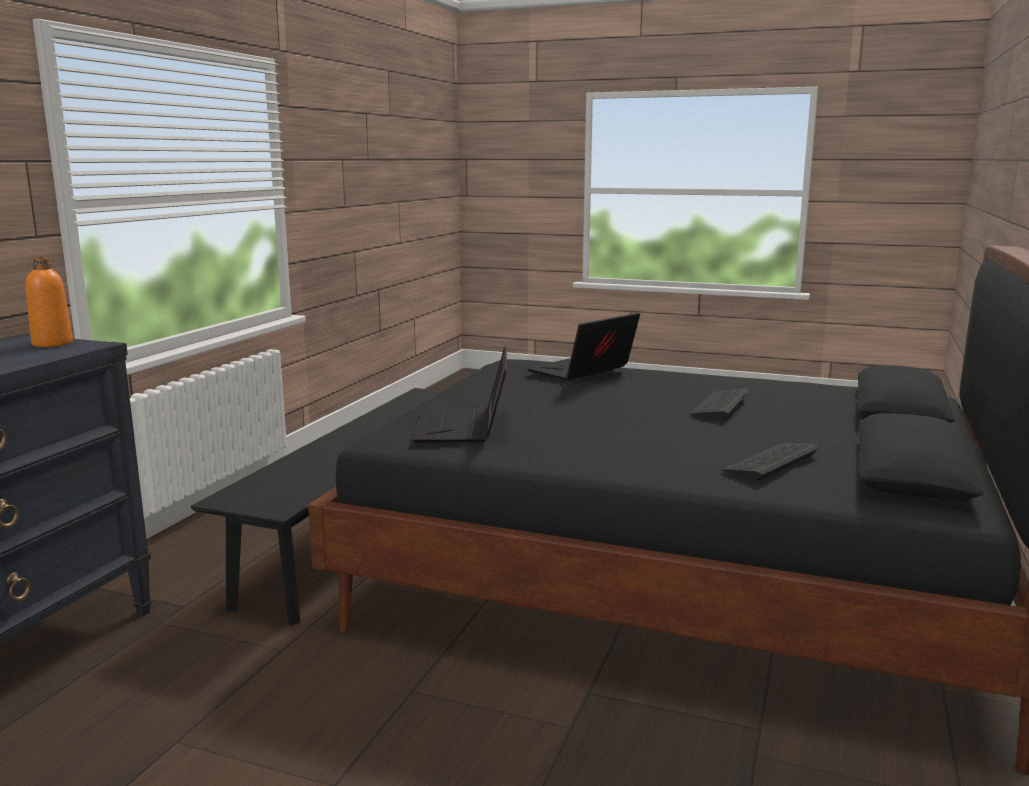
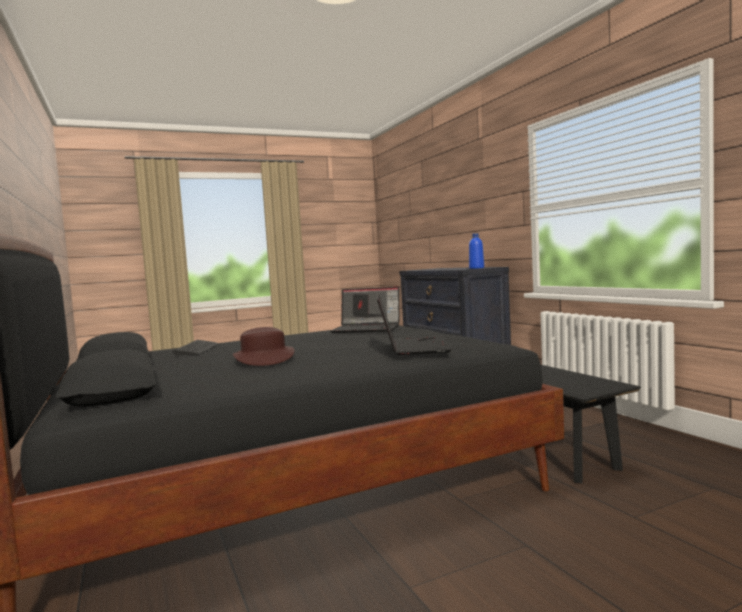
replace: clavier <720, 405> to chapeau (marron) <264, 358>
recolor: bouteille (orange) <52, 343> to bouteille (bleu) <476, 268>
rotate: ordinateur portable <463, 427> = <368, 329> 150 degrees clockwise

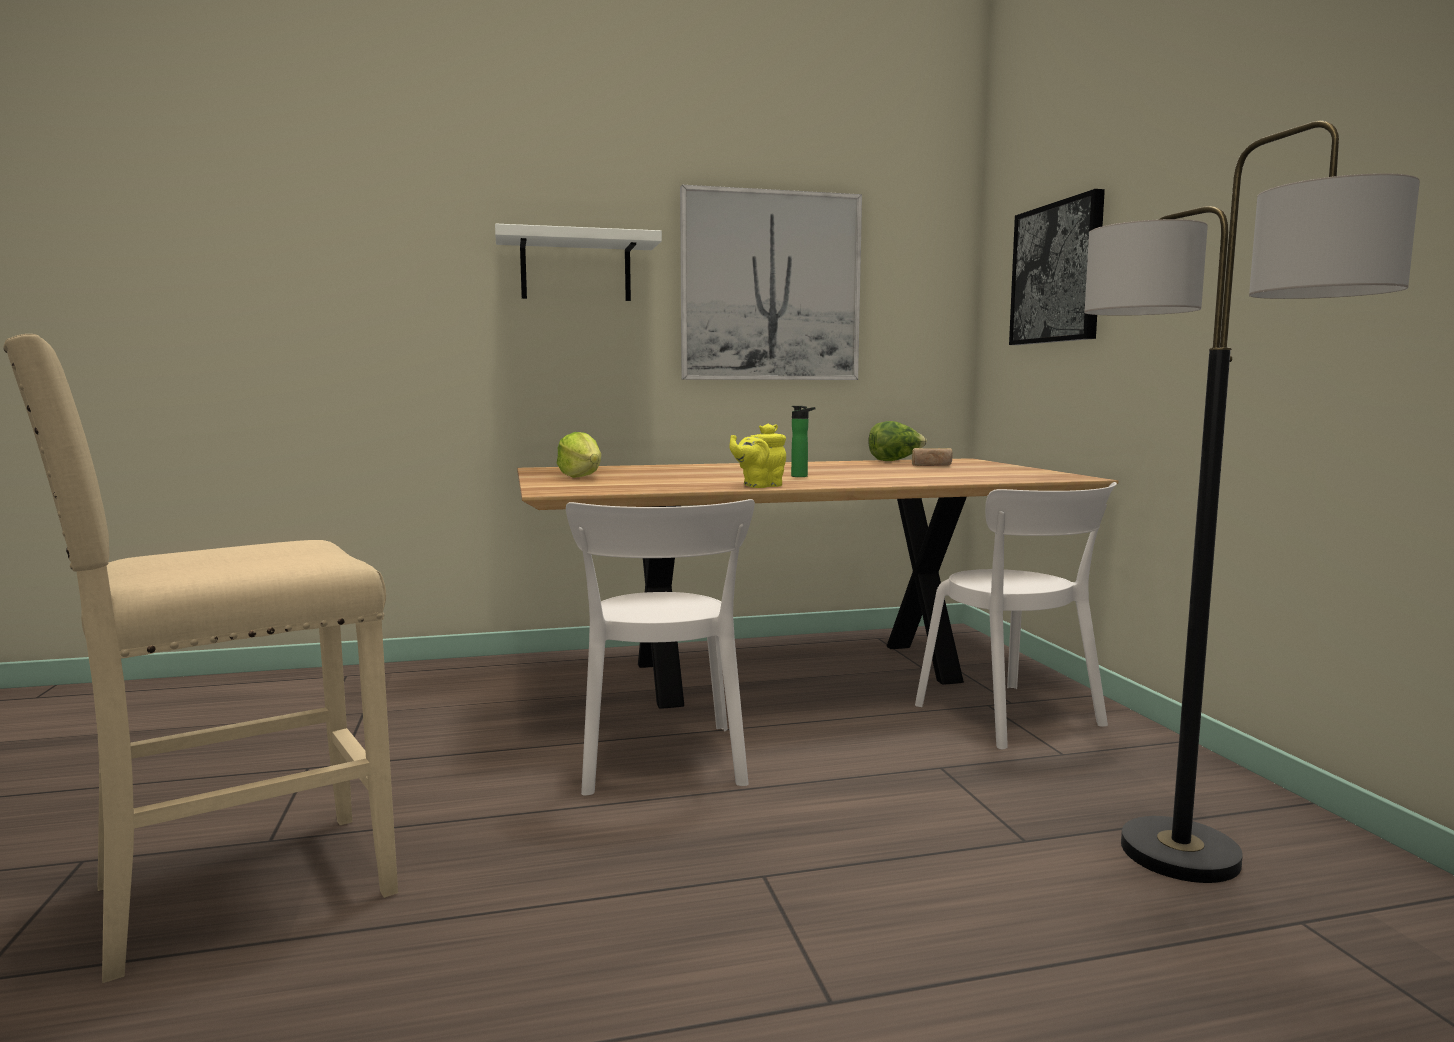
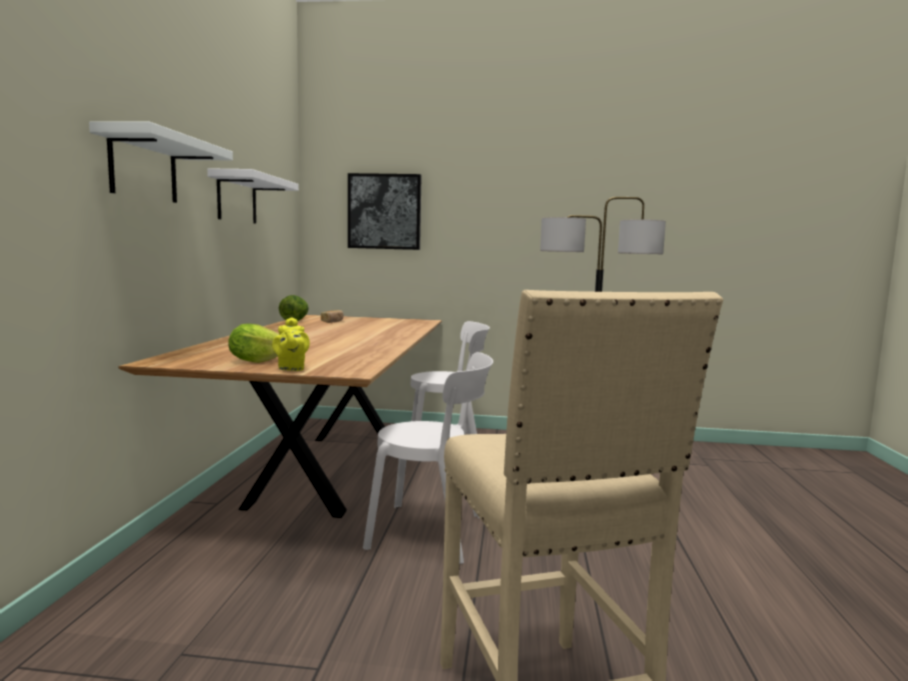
delete: bouteille <802, 476>
move: théière (jaune) <759, 486> to <291, 368>
replace: tableau <770, 287> to étagère (blanc) <237, 199>

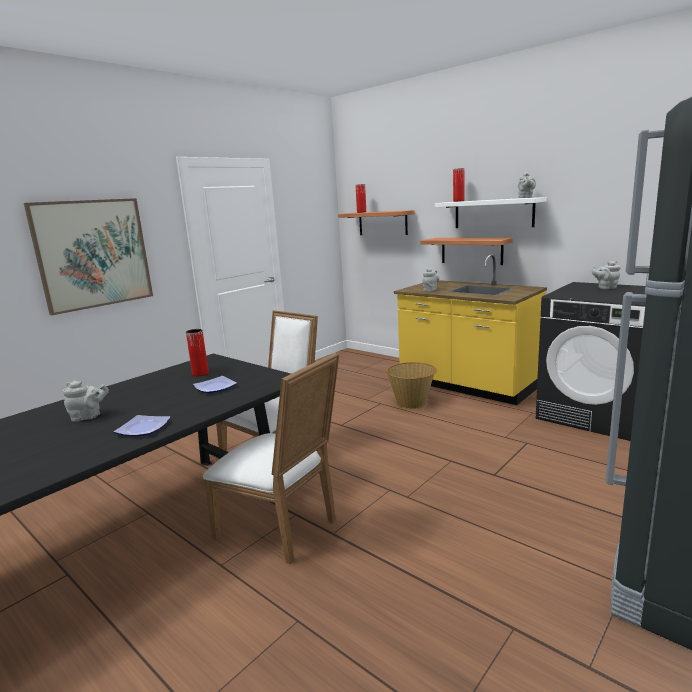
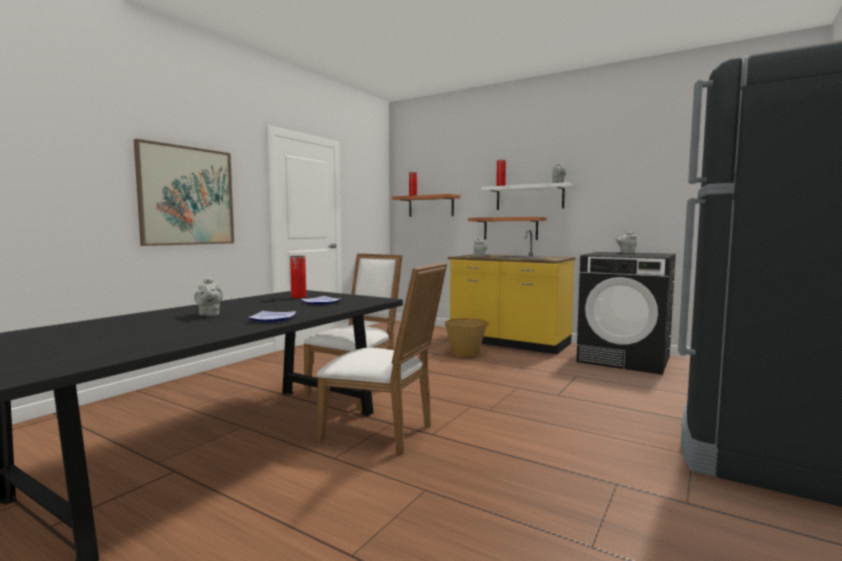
rotate: théière (gris) <88, 417> = <209, 314> 90 degrees clockwise

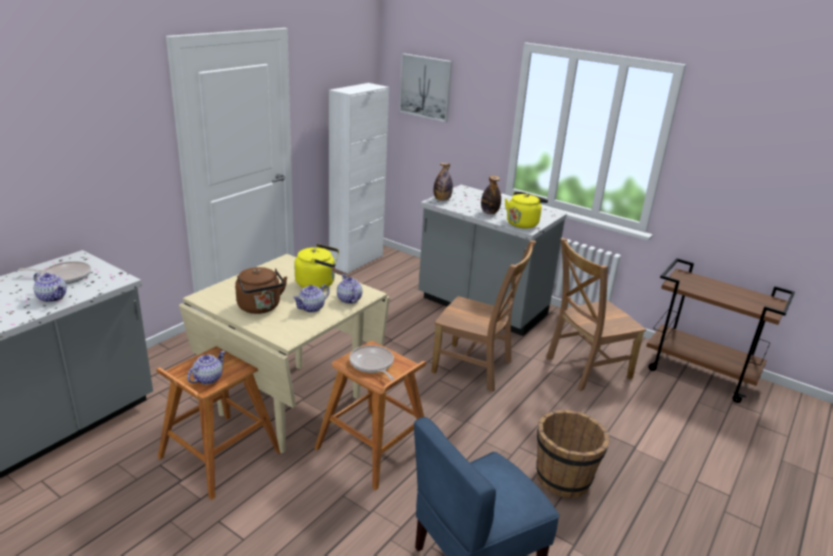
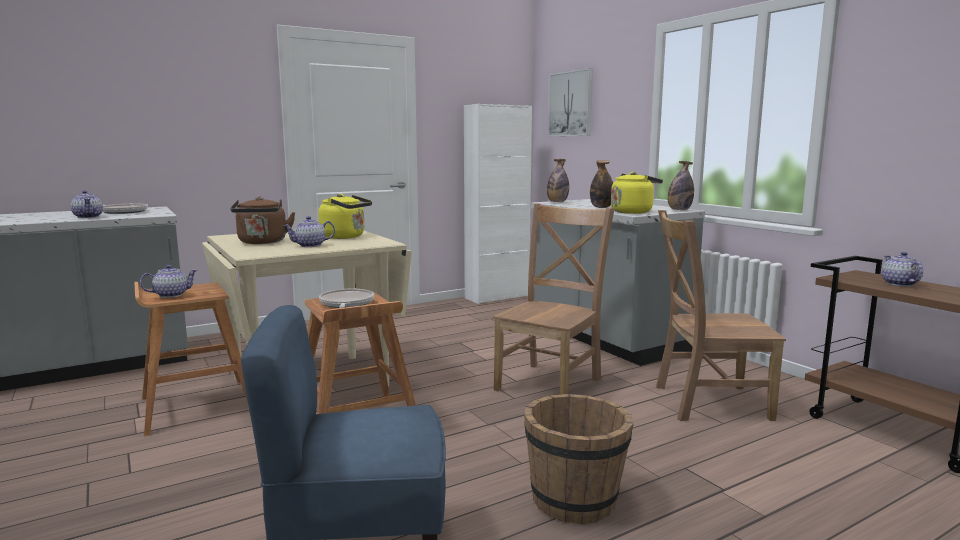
insert: bouteille <679, 210>
move: théière <348, 299> to <899, 284>
rotate: chaise (marron) <475, 368> = <550, 383> 105 degrees counterclockwise

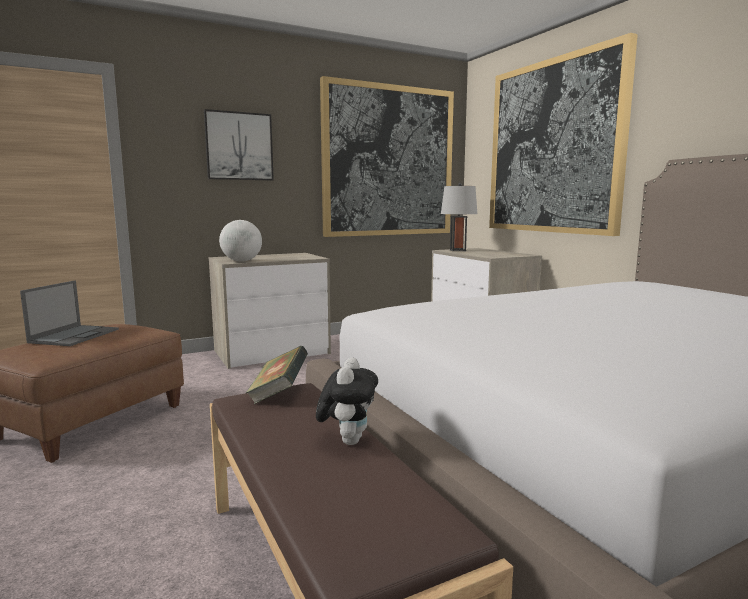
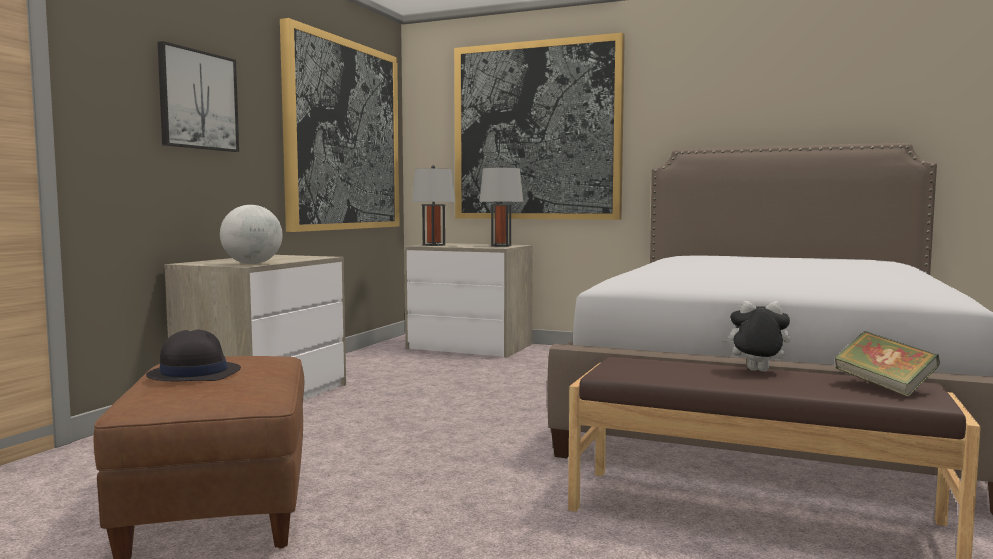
insert: lampe de table (gris) <501, 246>
move: livre <279, 394> to <884, 387>
replace: ordinateur portable <75, 335> to chapeau (noir) <194, 373>
rotate: peluche <348, 440> = <756, 371> 45 degrees counterclockwise

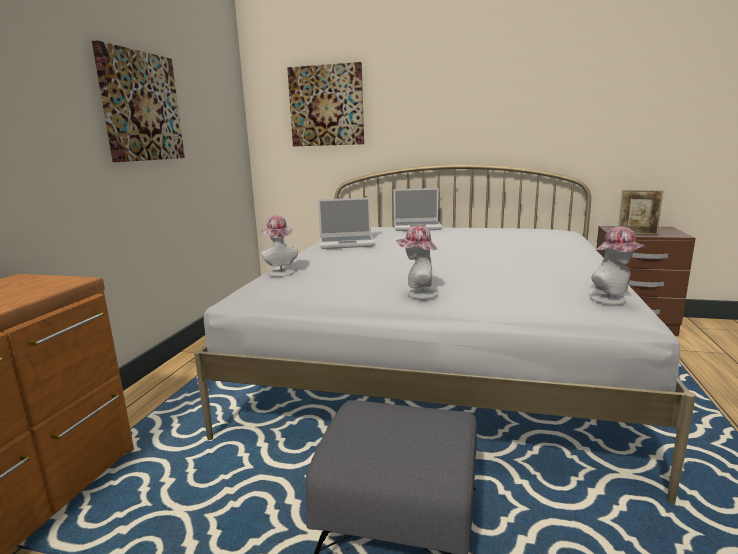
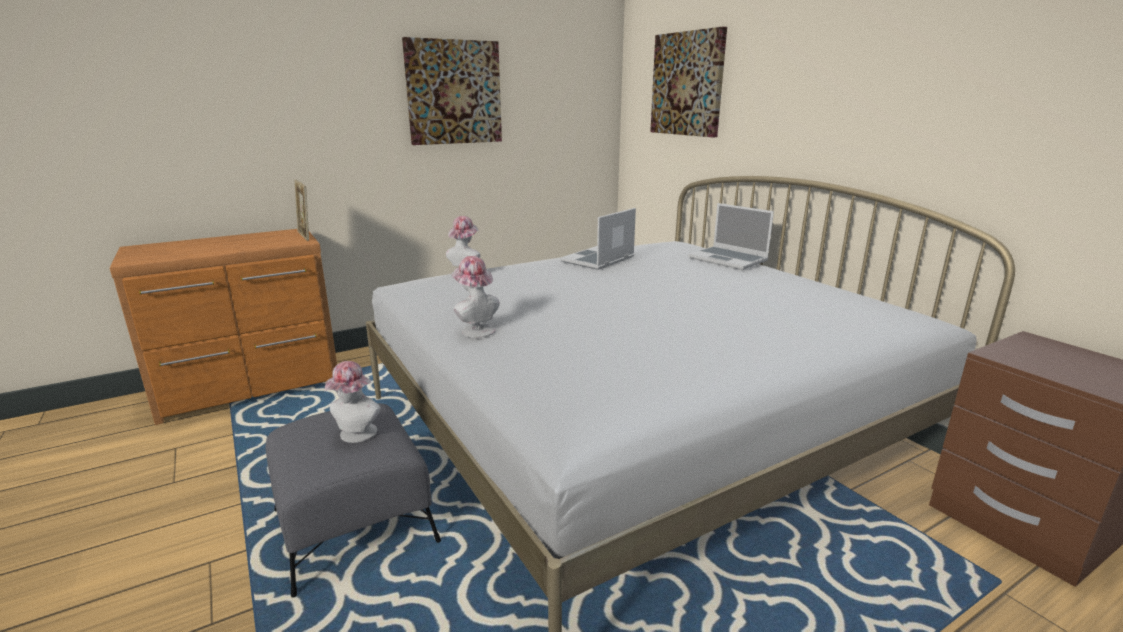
move: cadre photo <637, 234> to <305, 236>; chapeau <612, 300> to <356, 435>
rotate: ordinateur portable <347, 243> = <598, 260> 90 degrees clockwise

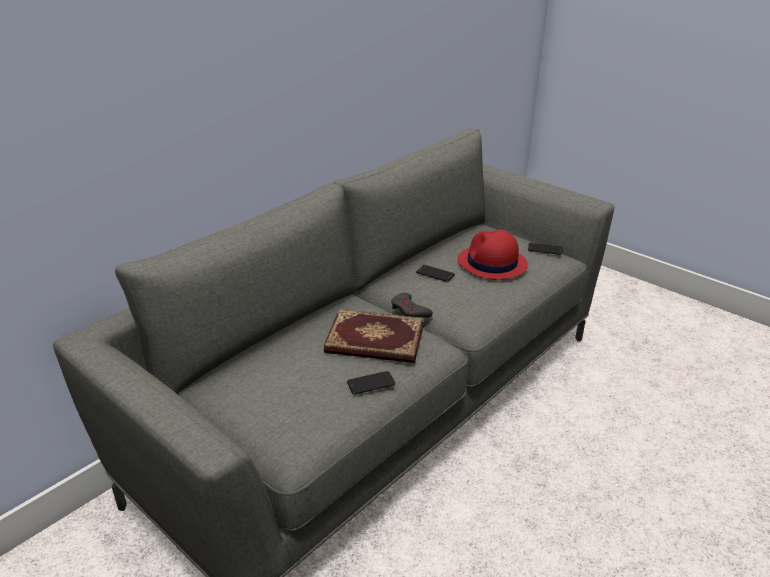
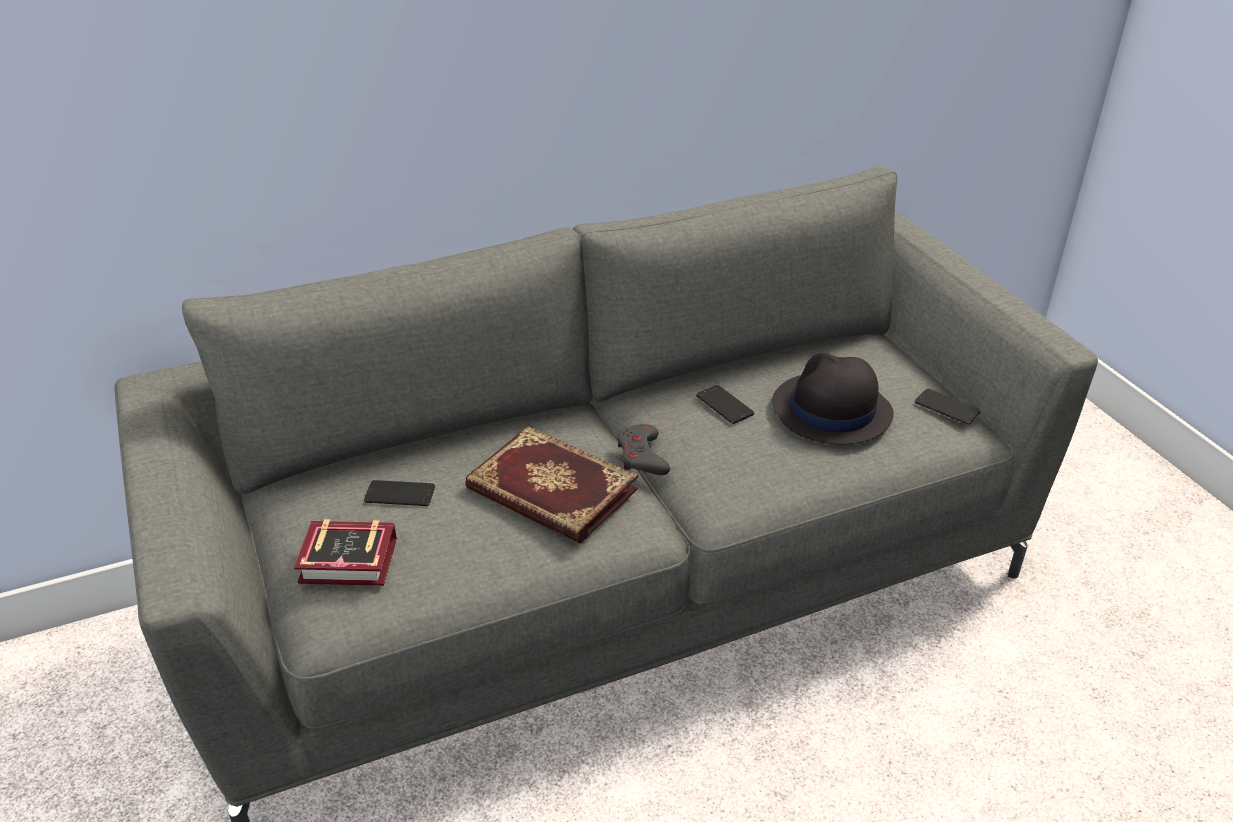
insert: livre <352, 563>
move: téléphone <371, 383> to <400, 494>
recolor: chapeau (rouge) <491, 263> to chapeau (noir) <830, 410>

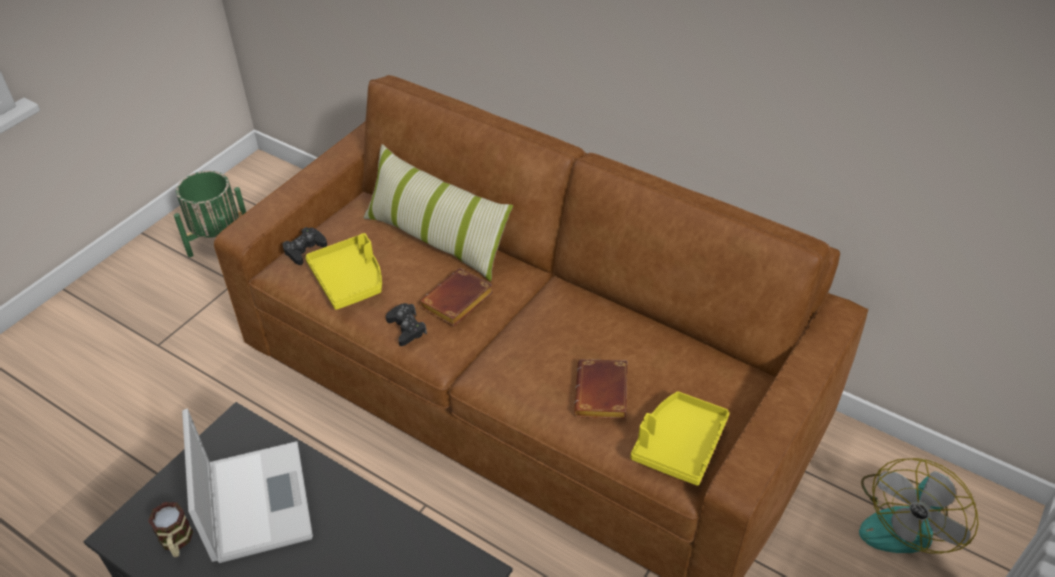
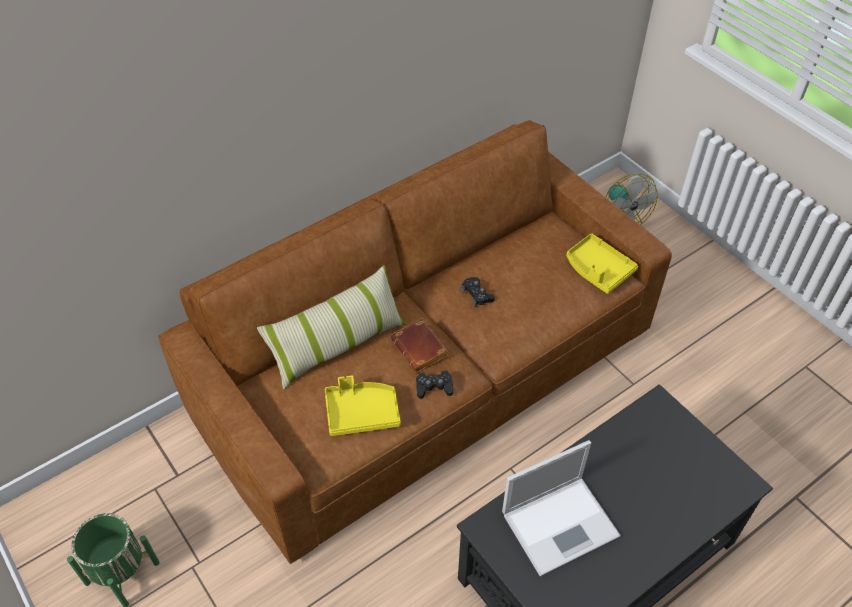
delete: mug <176, 542>; livre (marron) <603, 395>
move: manette (noir) <304, 249> to <477, 295>
rotate: ordinateur portable <256, 499> = <561, 523> 150 degrees clockwise

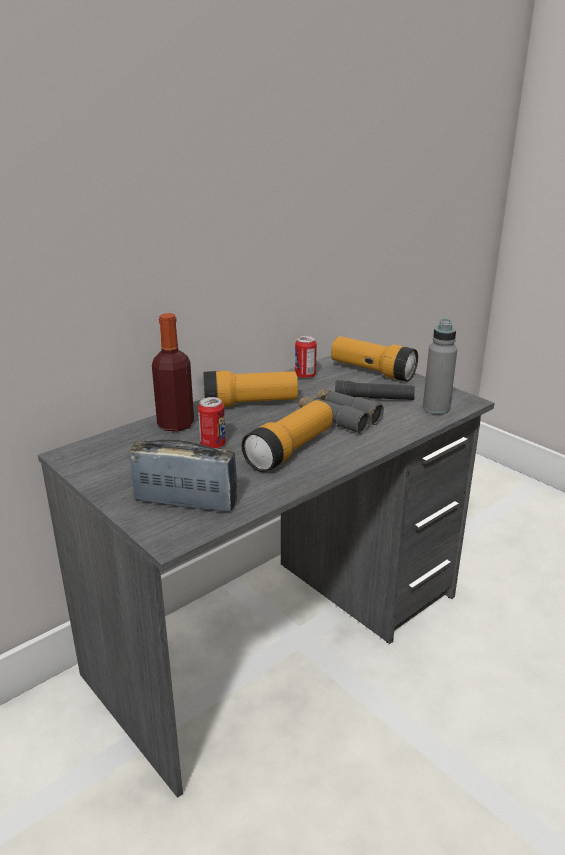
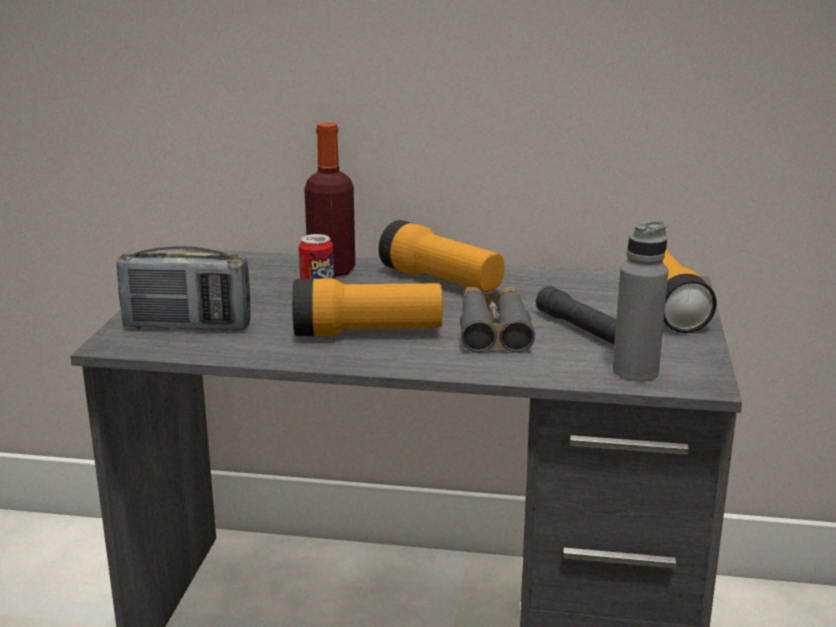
delete: boîte métallique <305, 376>
rotate: radio <185, 502> = <187, 326> 120 degrees clockwise

